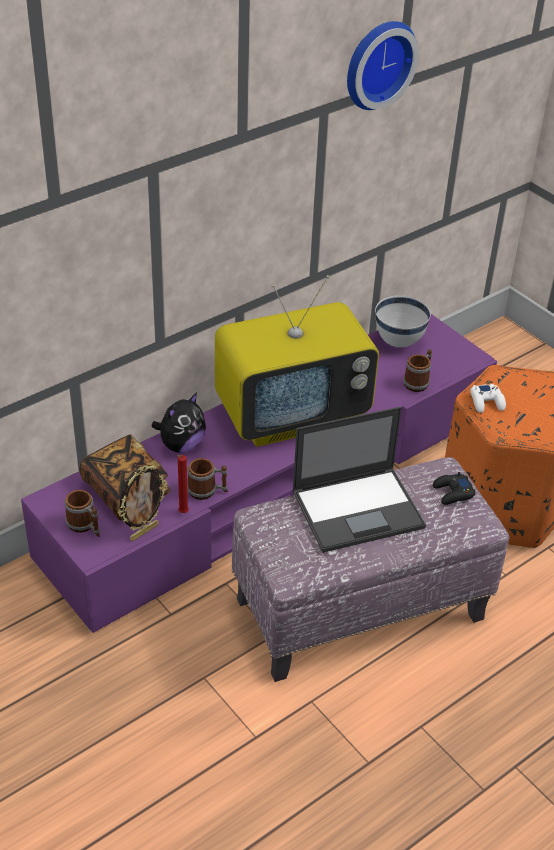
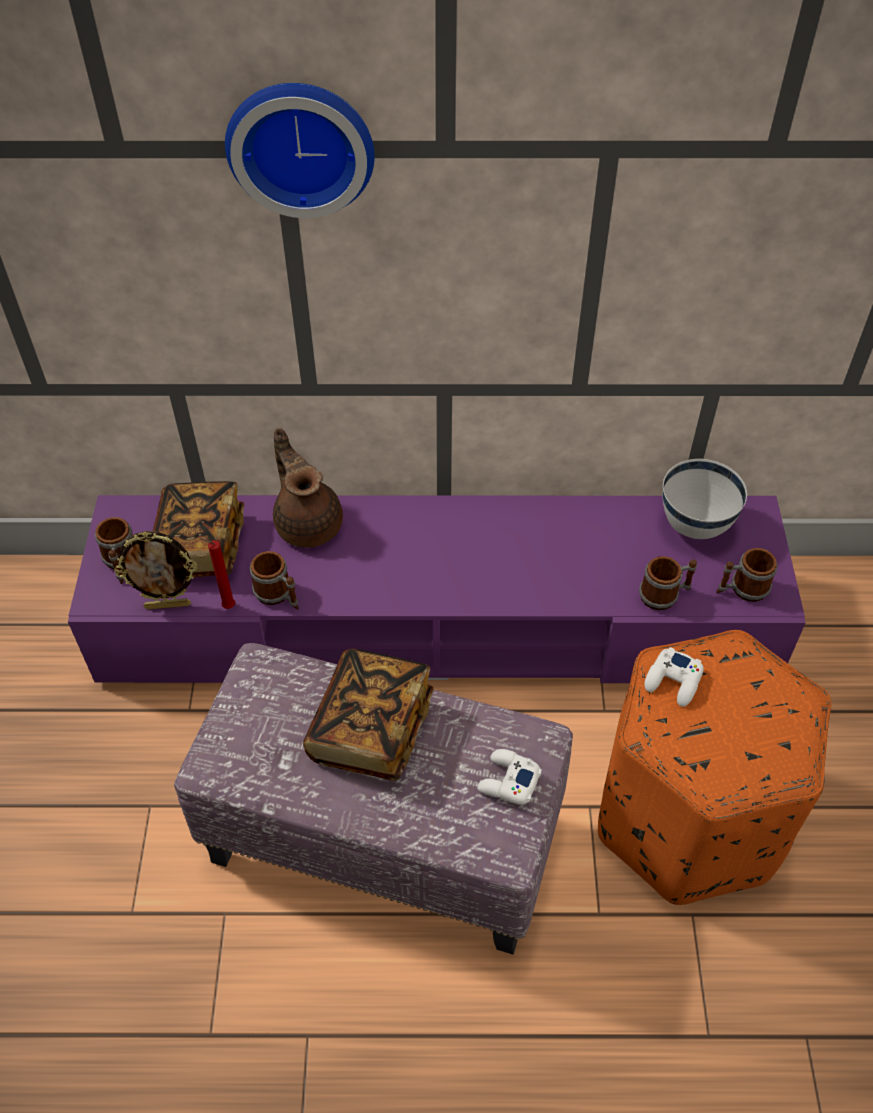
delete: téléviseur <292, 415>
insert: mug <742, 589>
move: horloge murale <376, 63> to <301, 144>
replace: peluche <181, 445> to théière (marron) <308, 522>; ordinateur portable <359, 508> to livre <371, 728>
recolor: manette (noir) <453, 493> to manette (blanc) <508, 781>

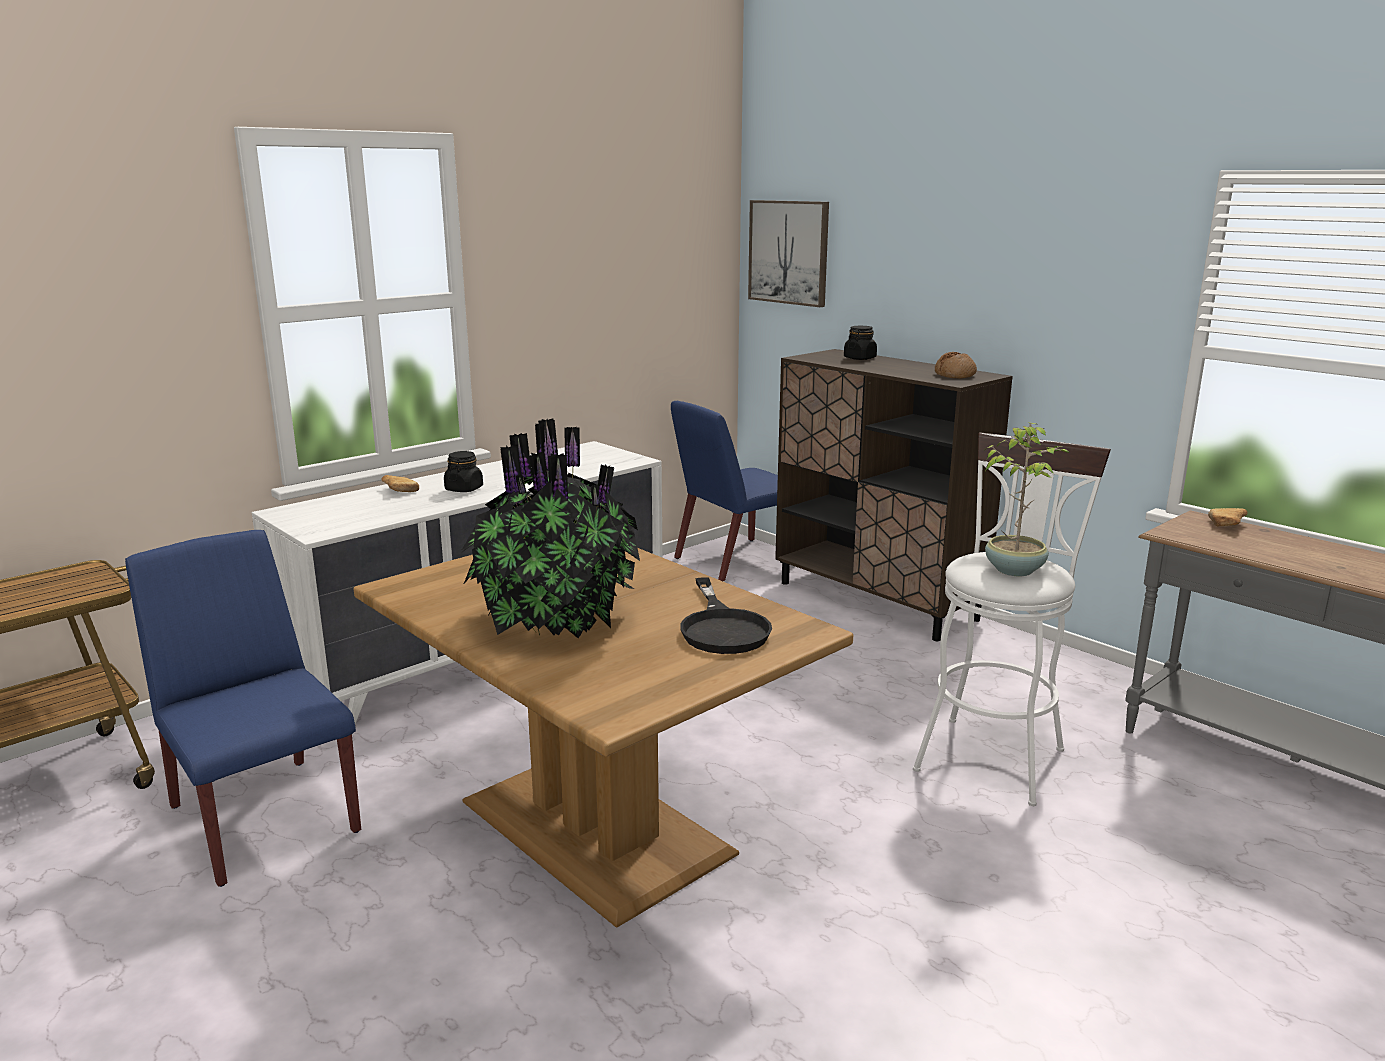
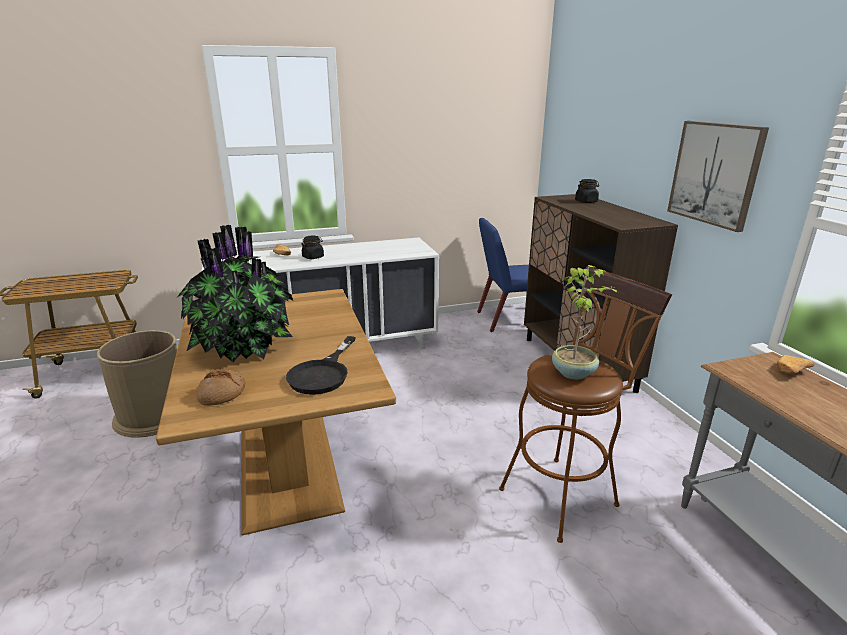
move: pain <955, 375> to <222, 394>; tableau <789, 252> to <715, 173>
replace: chaise (bleu) <263, 817> to poubelle (marron) <154, 414>
recolor: tabouret (blanc) <993, 753> to tabouret (marron) <564, 492>

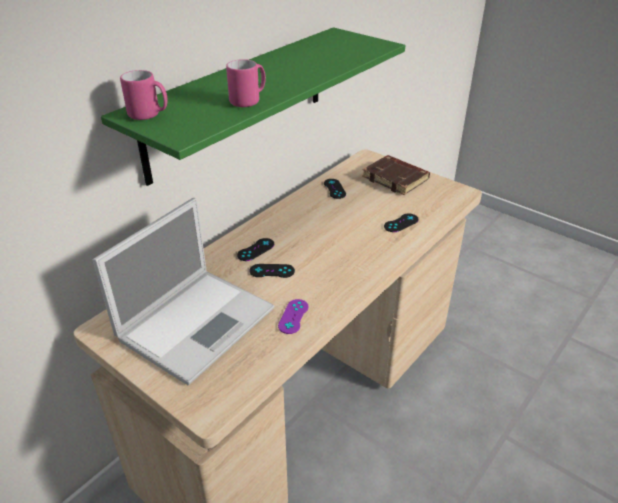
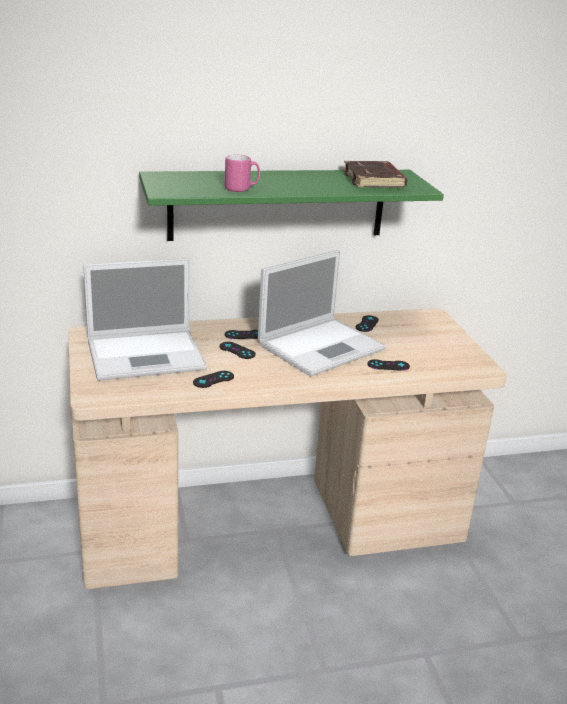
delete: mug (rose) <149, 115>
insert: ordinateur portable <322, 346>
move: livre (marron) <396, 179> to <375, 180>
recolor: manette (violet) <293, 316> to manette (noir) <213, 379>

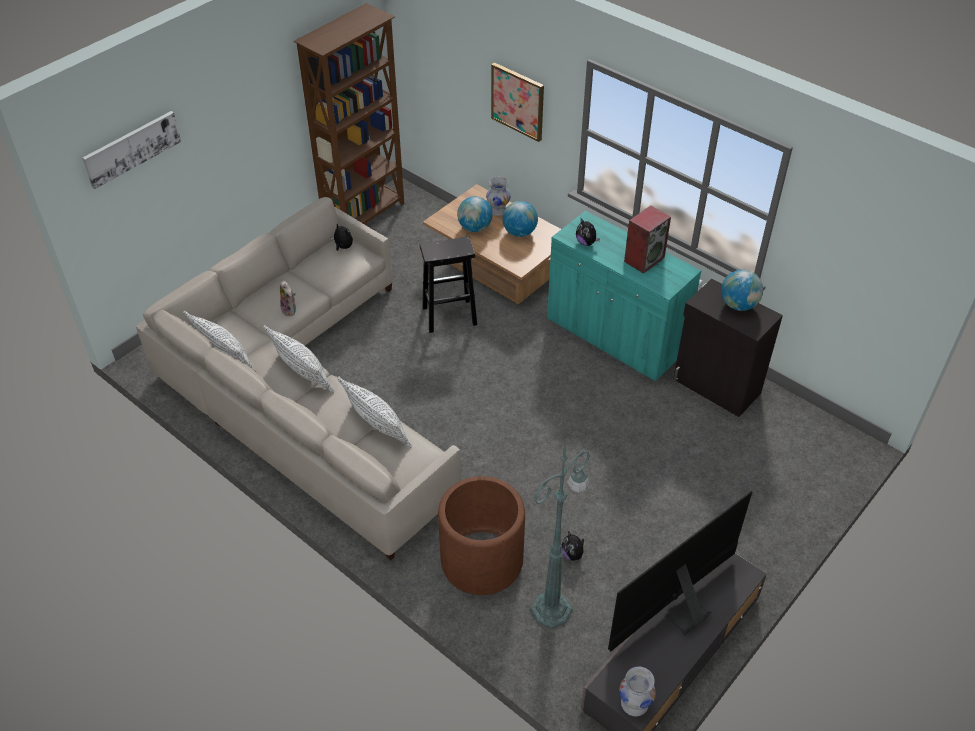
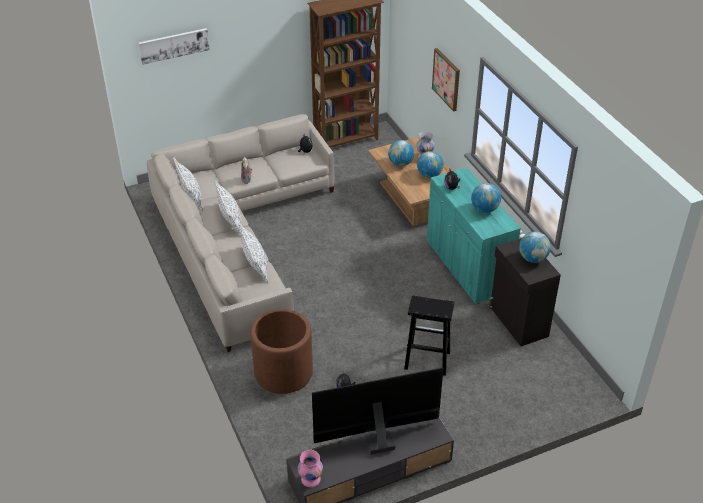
delete: lampadaire (vert) <553, 608>
move: tabouret (noir) <448, 316> to <426, 360>
replace: enceinte <644, 259> to globe <484, 209>
recolor: vase (blanc) <635, 704> to vase (rose) <310, 480>

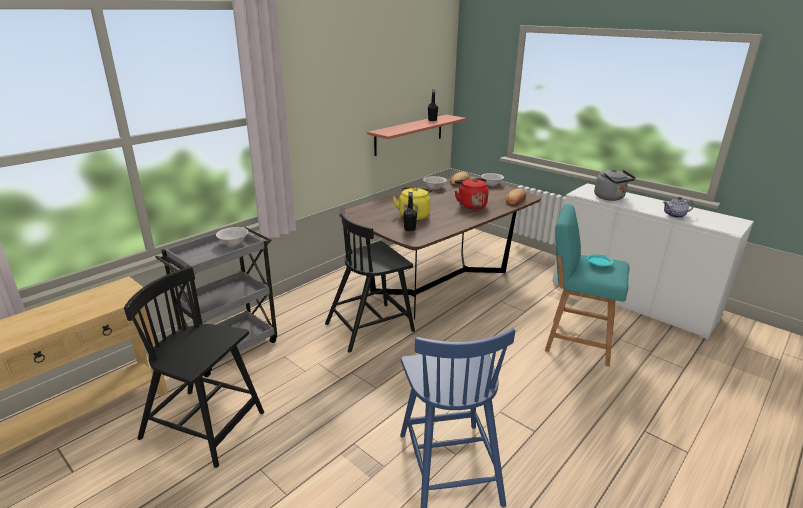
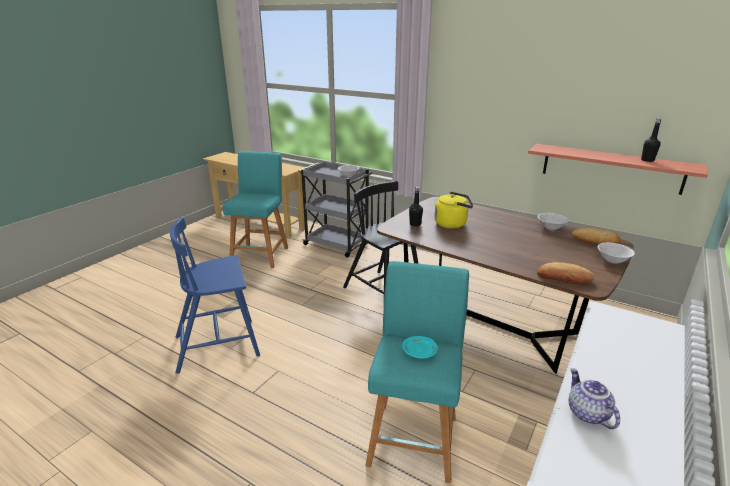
delete: bouilloire (rouge) <470, 205>; bouilloire (gris) <610, 198>
replace: chaise (noir) <204, 426> to tabouret (turquoise) <261, 254>

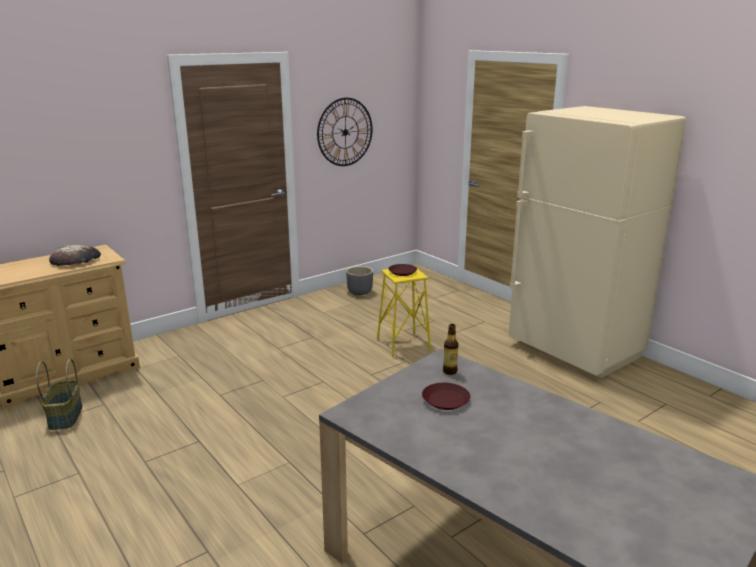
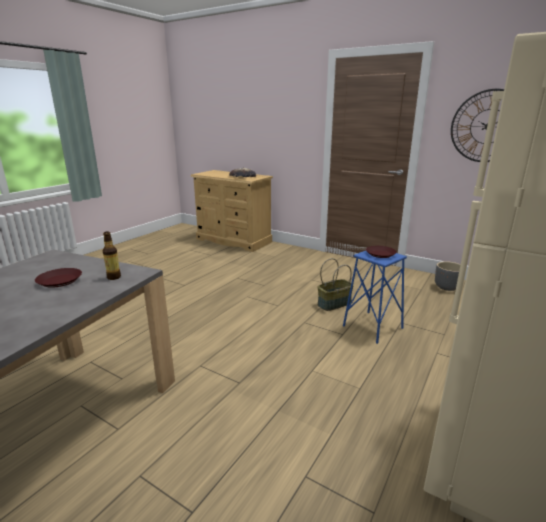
move: panier <65, 416> to <334, 303>
recolor: tabouret (jaune) <403, 344> to tabouret (bleu) <372, 327>

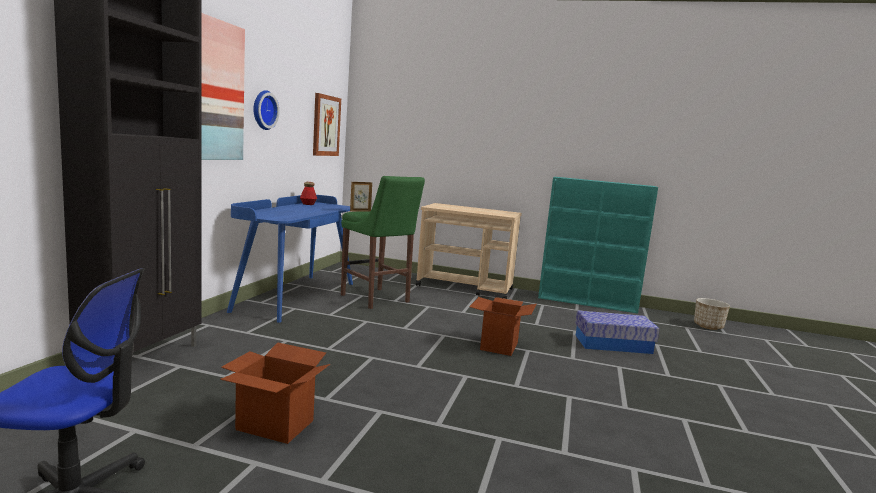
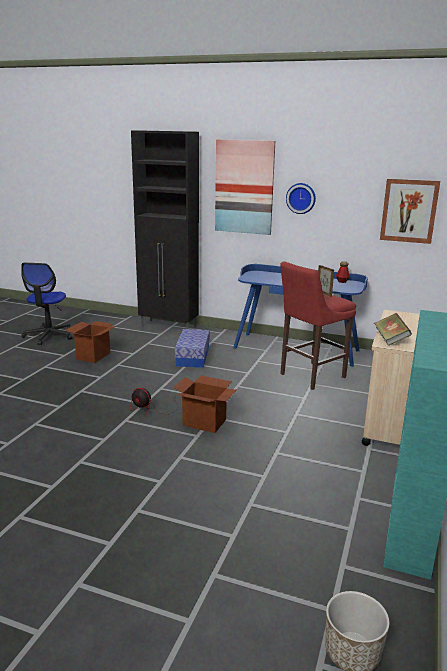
insert: ventilateur <152, 409>; livre <390, 340>
move: boîte de rangement <613, 344> to <193, 357>
recolor: tabouret (vert) <376, 299> to tabouret (rouge) <310, 376>

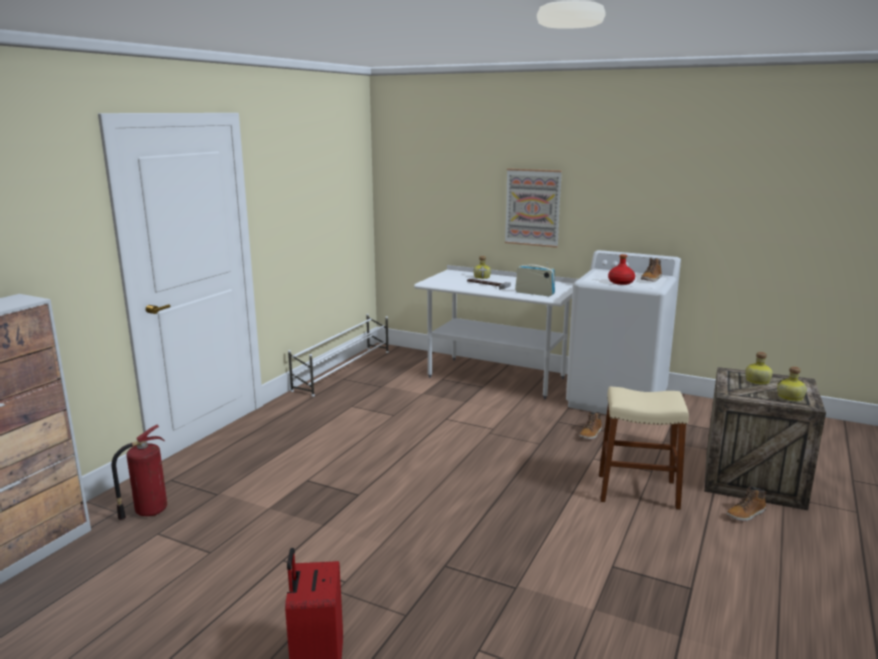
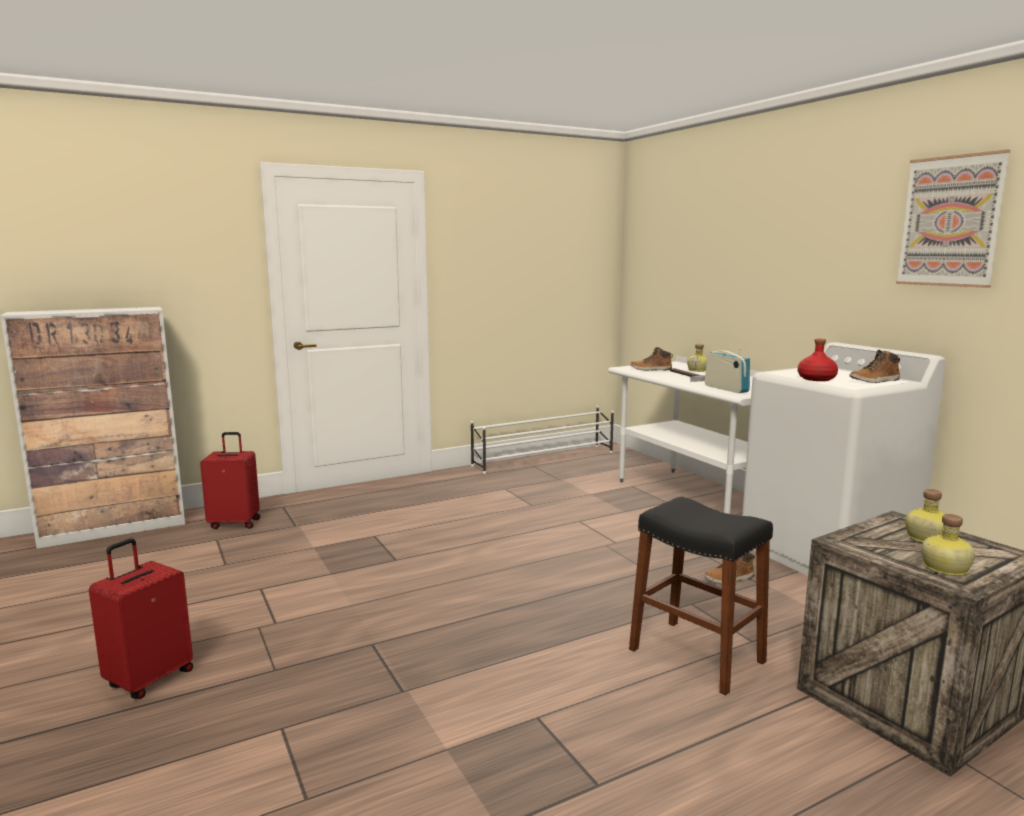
move: botte <746, 514> to <650, 369>; tableau <533, 207> to <950, 221>
replace: extincteur <148, 511> to valise (rouge) <235, 523>
recolor: tabouret (beige) <637, 491> to tabouret (noir) <696, 655>

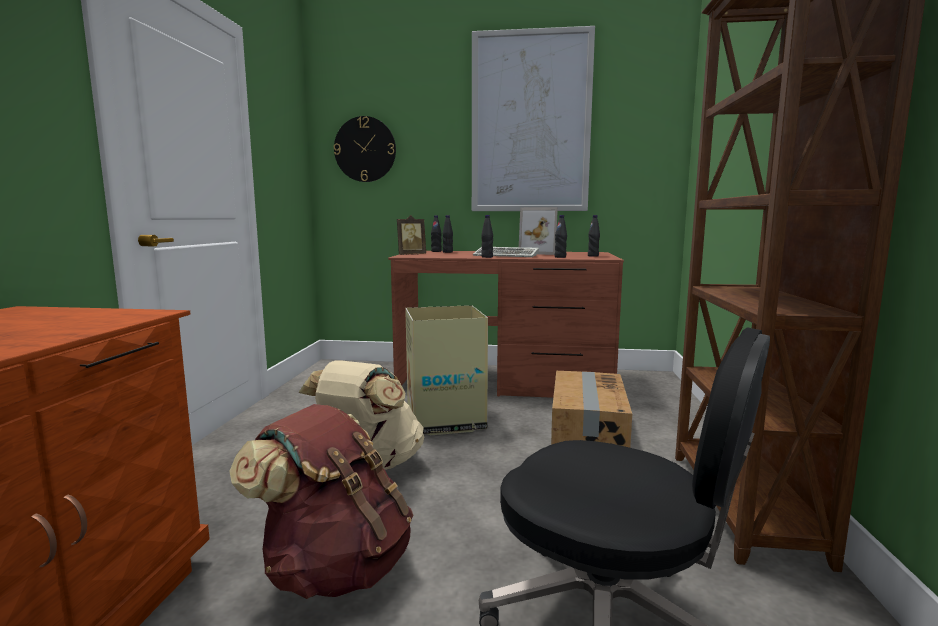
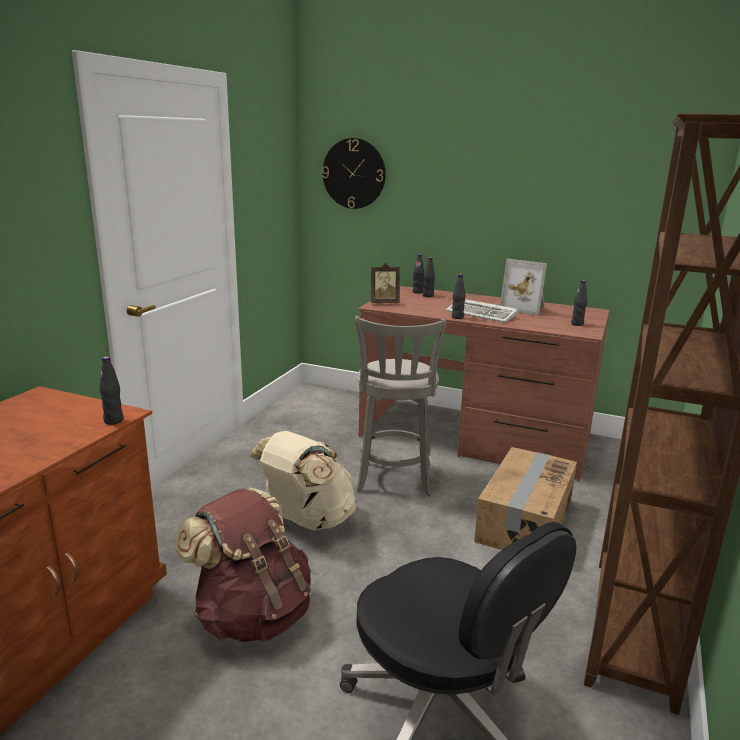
delete: tableau <530, 123>
move: bouteille (noir) <560, 257> to <113, 421>
replace: carton <445, 420> to tabouret (gris) <393, 480>

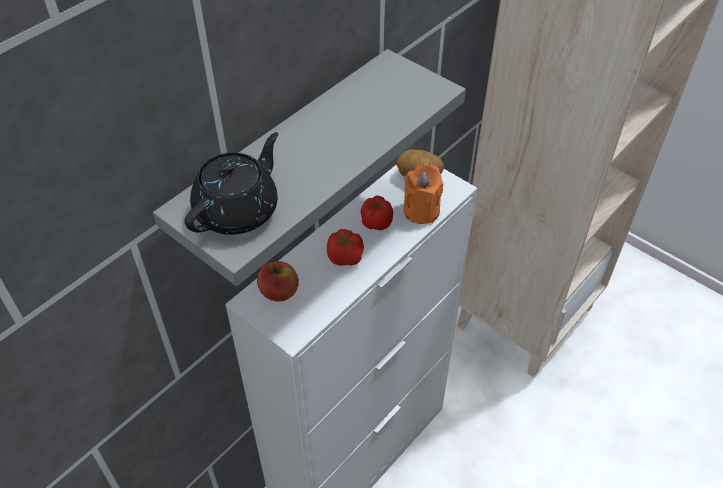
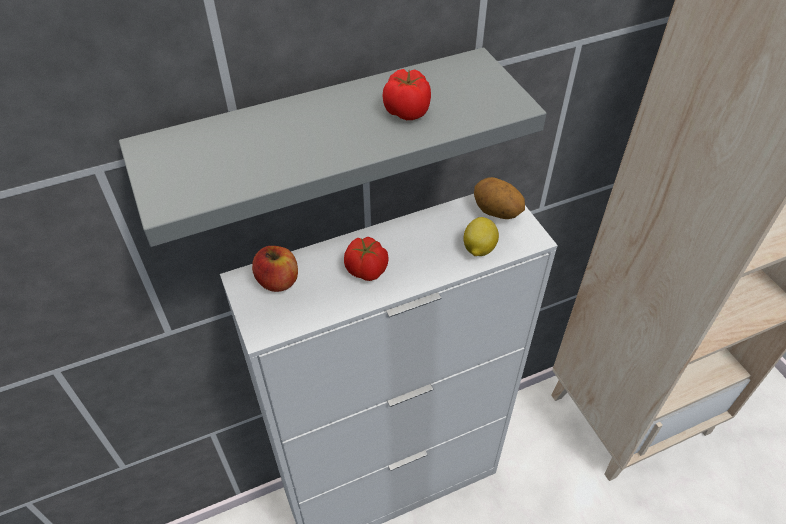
delete: théière (noir) <238, 210>
move: tomate <376, 222> to <407, 111>
replace: bougie (orange) <421, 210> to citron <478, 249>

